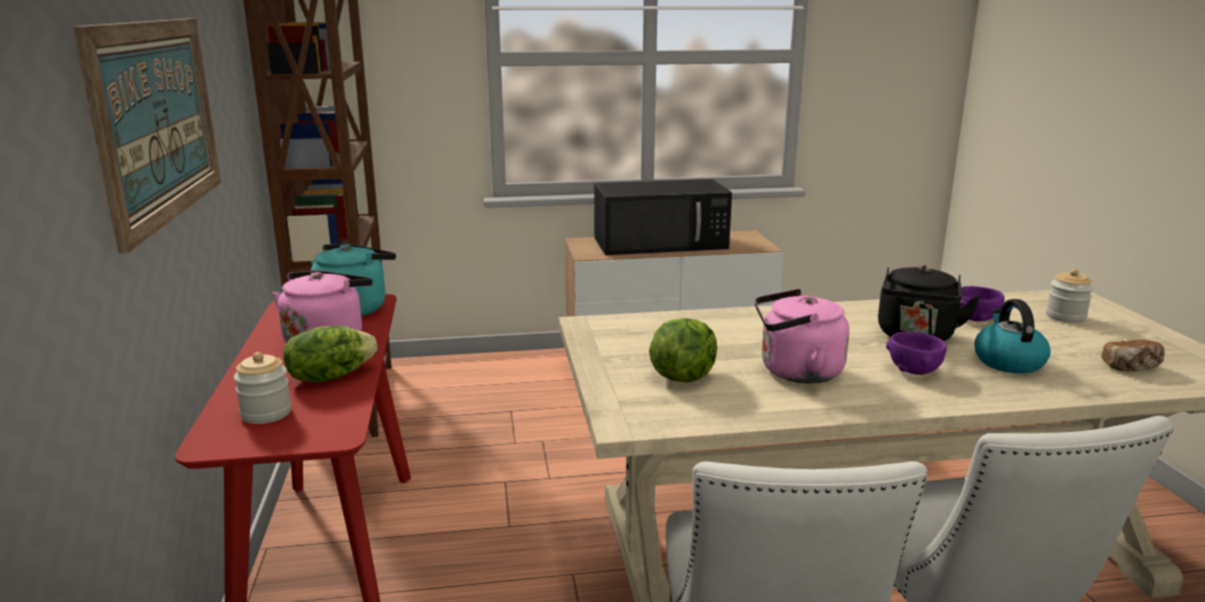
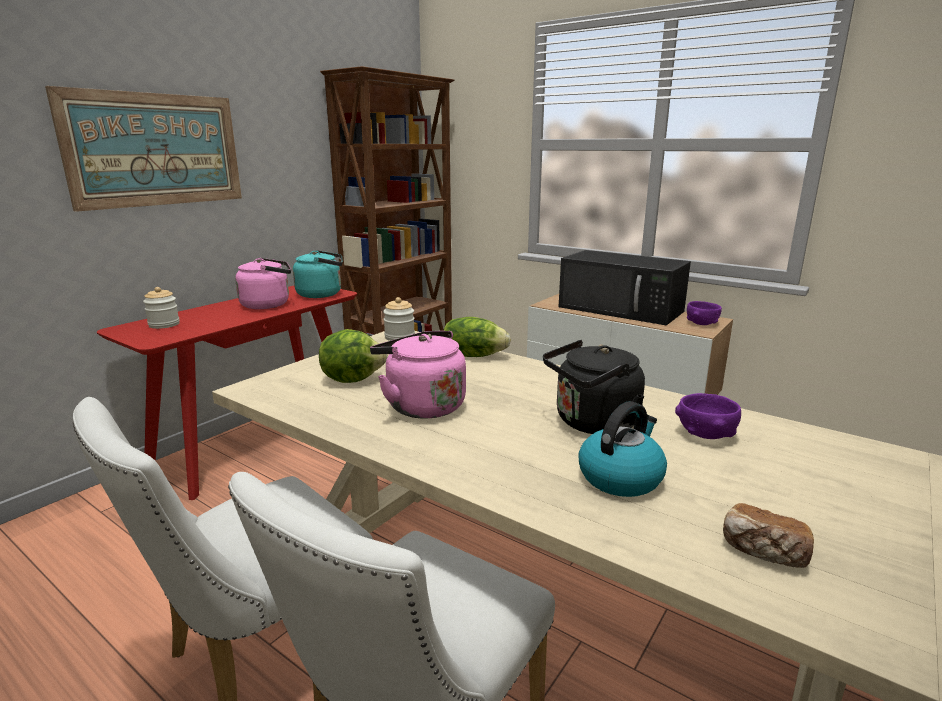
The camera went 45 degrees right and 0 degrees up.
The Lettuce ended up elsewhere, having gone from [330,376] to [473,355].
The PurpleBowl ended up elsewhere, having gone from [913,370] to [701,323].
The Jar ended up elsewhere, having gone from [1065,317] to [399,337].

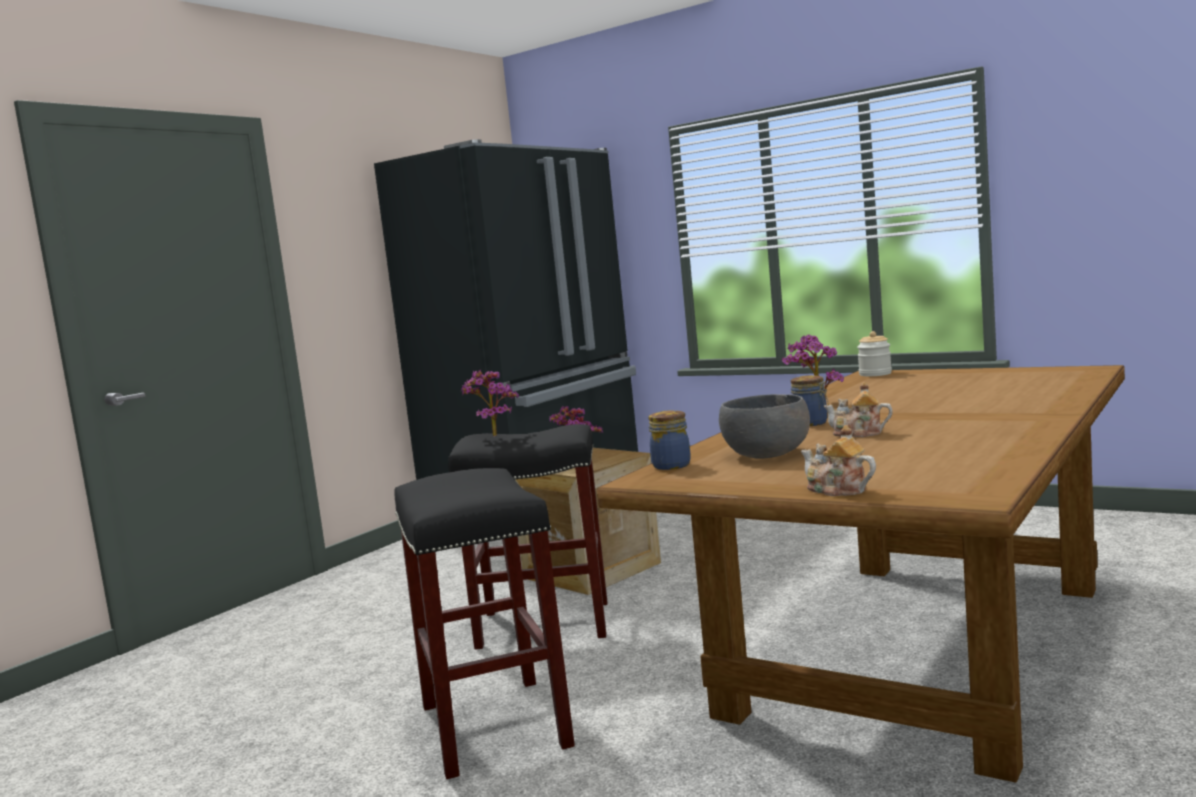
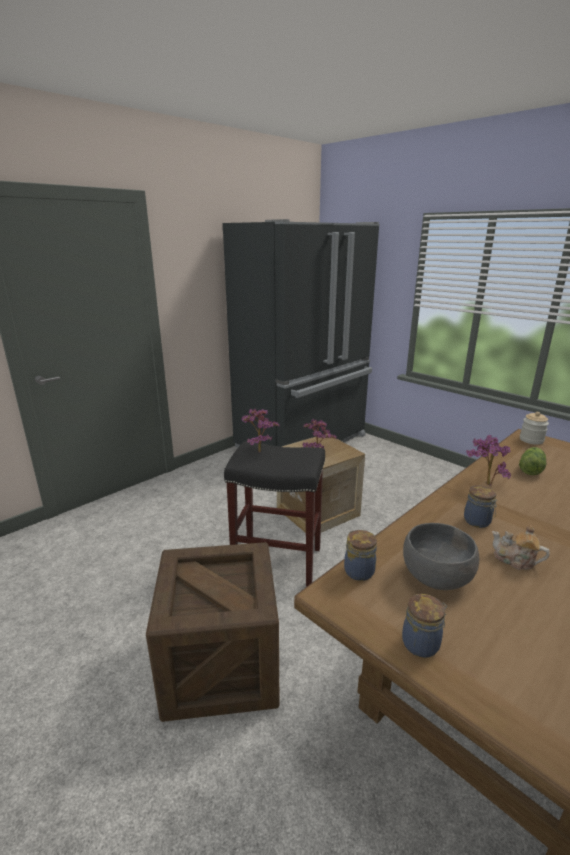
The camera went 10 degrees right and 15 degrees up.
The second view lost the Teapot at [837,490].
The second view gained the Jar at [422,643].
The second view gained the Lettuce at [531,468].
Where the BlackStool stood at [492,725], the Crate came to stand at [221,665].

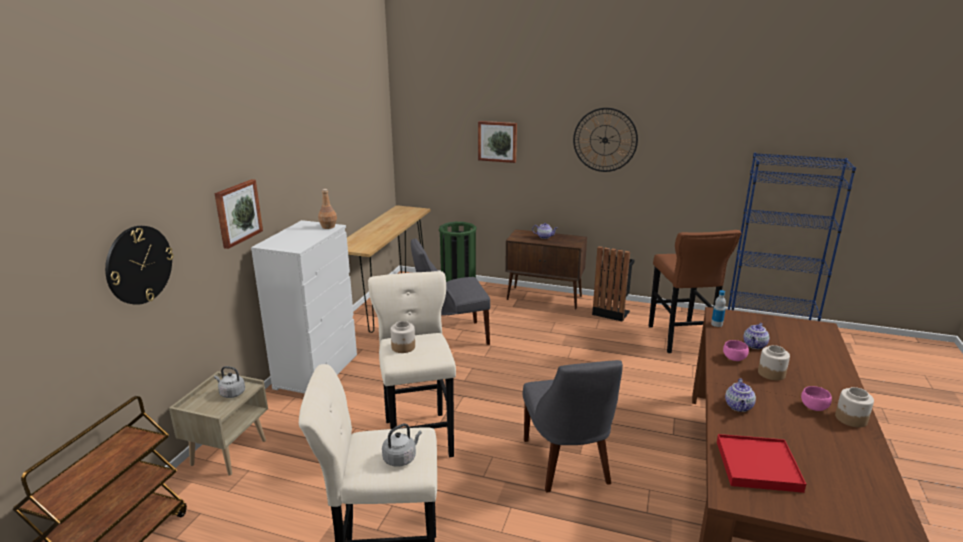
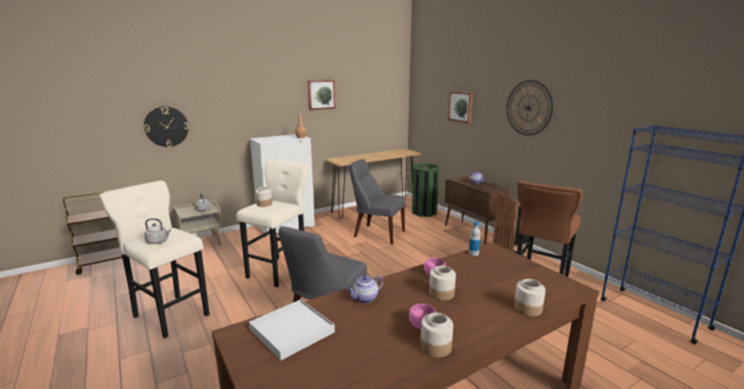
The camera went 40 degrees right and 5 degrees down.
The second view lost the Teapot at [754,345].
The second view gained the Jar at [528,308].
The Picture ended up elsewhere, having gone from [237,213] to [321,94].
What was the RedTray at [758,466] turned into the WhiteTray at [292,331].

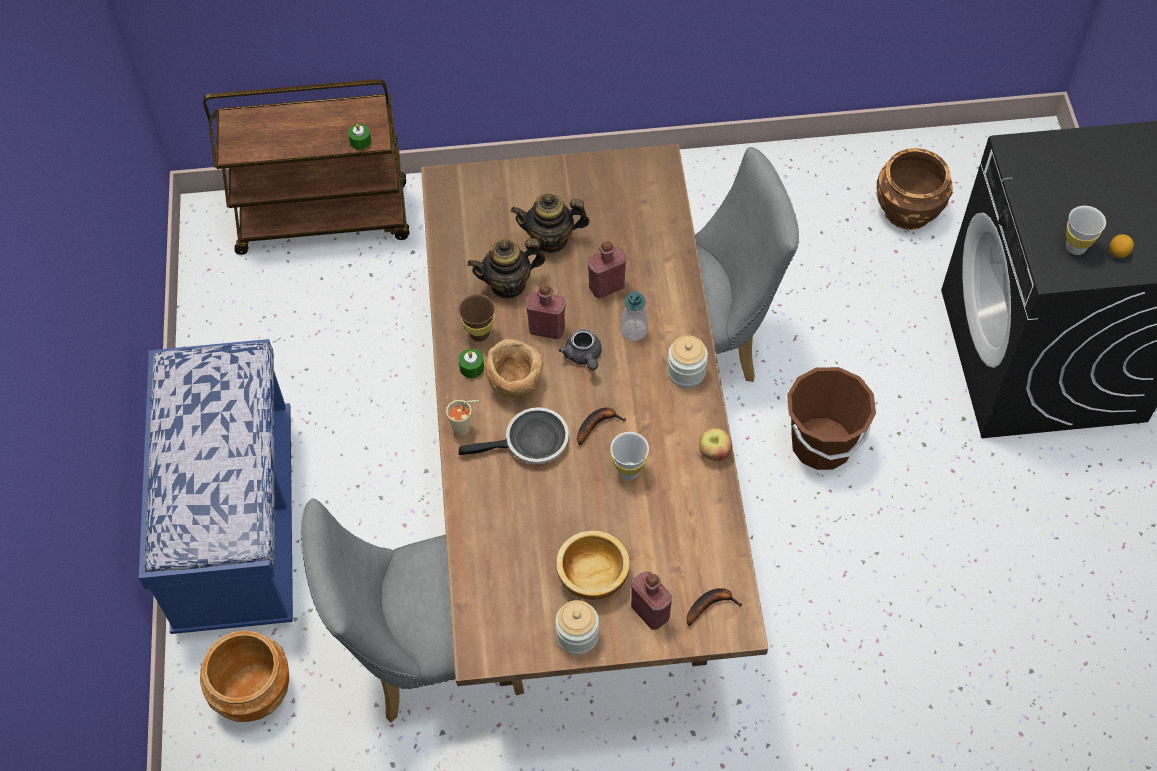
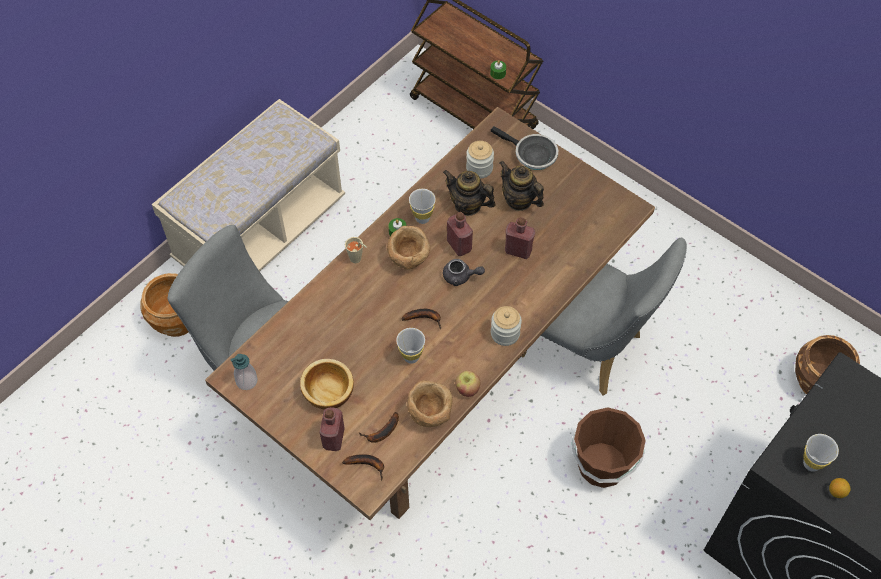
The camera went 45 degrees right and 0 degrees up.
The second view gained the Banana at [381,432].
The second view gained the BrownBowl at [430,414].
The FryingPan ended up elsewhere, having gone from [531,443] to [532,155].
The Jar ended up elsewhere, having gone from [577,636] to [479,168].
The SoapDispenser ended up elsewhere, having gone from [634,330] to [246,381].
What was the BlueBench at [236,523] turned into the BeigeBench at [260,231].
What was the BrownCup at [479,333] turned into the WhiteCup at [422,218].
The GreyTeapot at [583,356] ended up facing another way, 105 degrees counterclockwise from before.

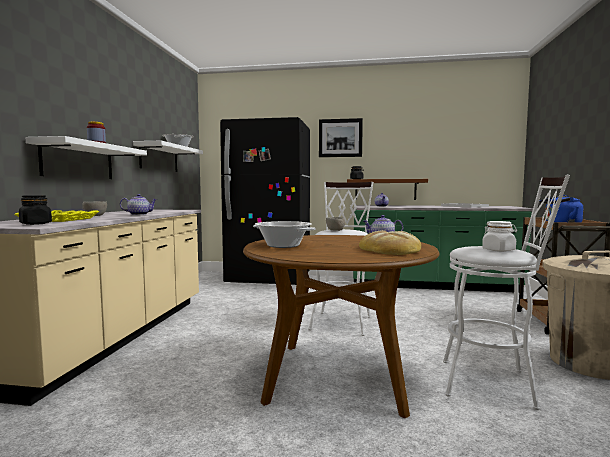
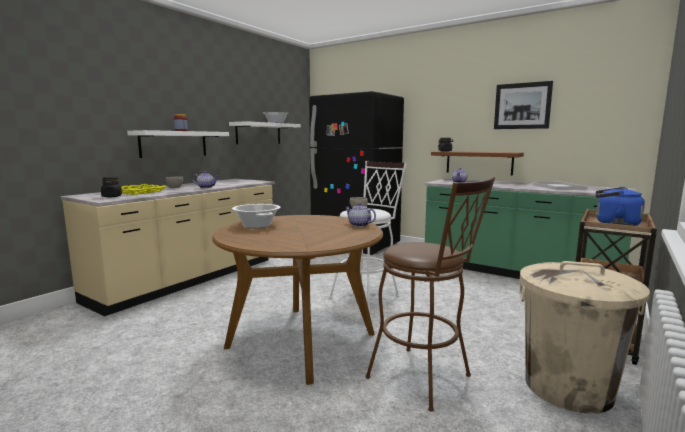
The camera went 25 degrees right and 5 degrees up.
The second view lost the Bread at [390,249].
The second view lost the WhiteJar at [498,250].
The Picture ended up elsewhere, having gone from [340,138] to [522,106].
What was the WhiteStool at [495,384] turned into the BrownStool at [425,380].

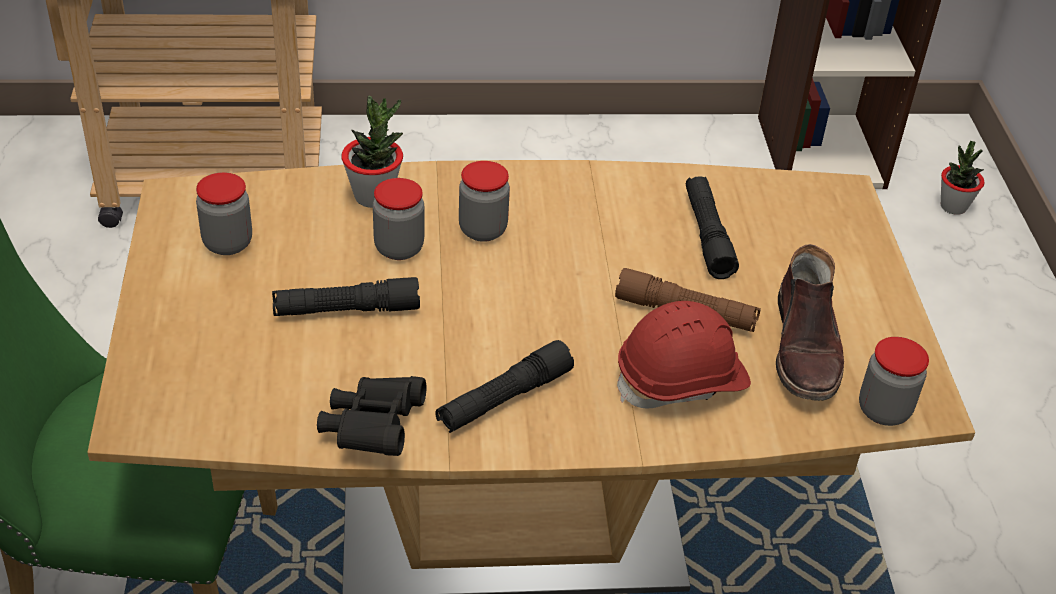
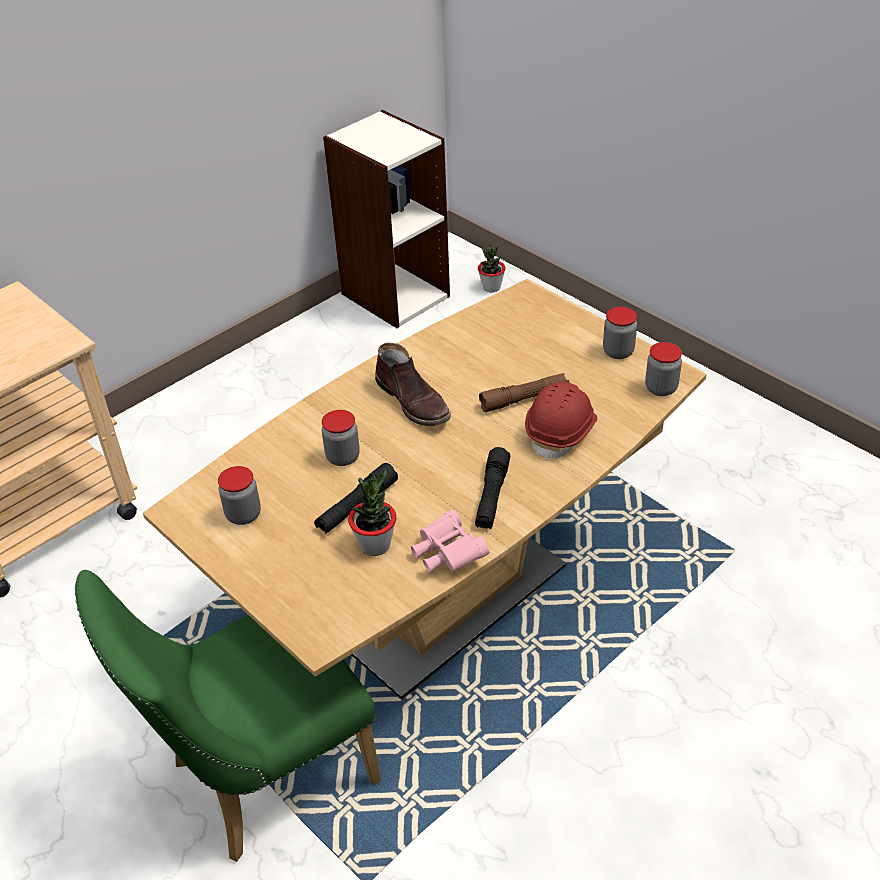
The camera went 35 degrees left and 0 degrees up.
The second view lost the BlackFlashlight at [707,235].
The PottedPlant ended up elsewhere, having gone from [374,196] to [375,545].
The Jar ended up elsewhere, having gone from [482,230] to [618,352].
The BrownBoot ended up elsewhere, having gone from [806,349] to [414,401].
What was the BlackBinoculars at [373,429] turned into the PinkBinoculars at [447,554].

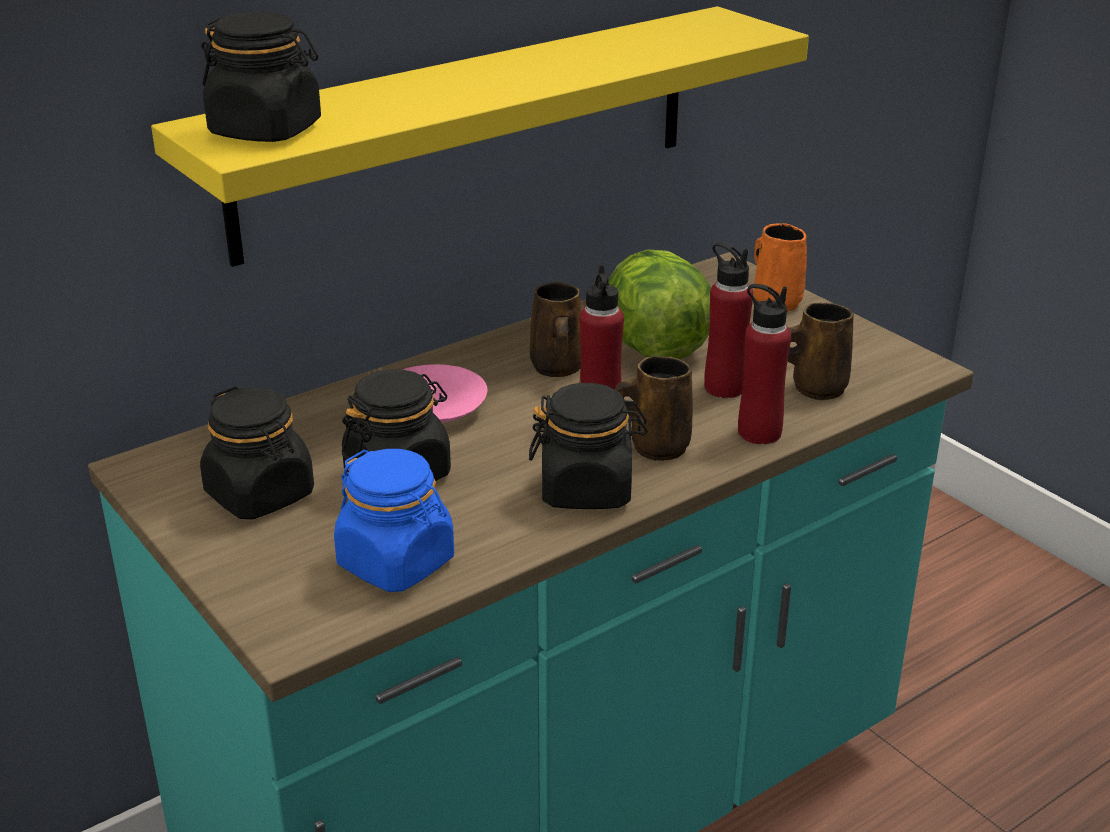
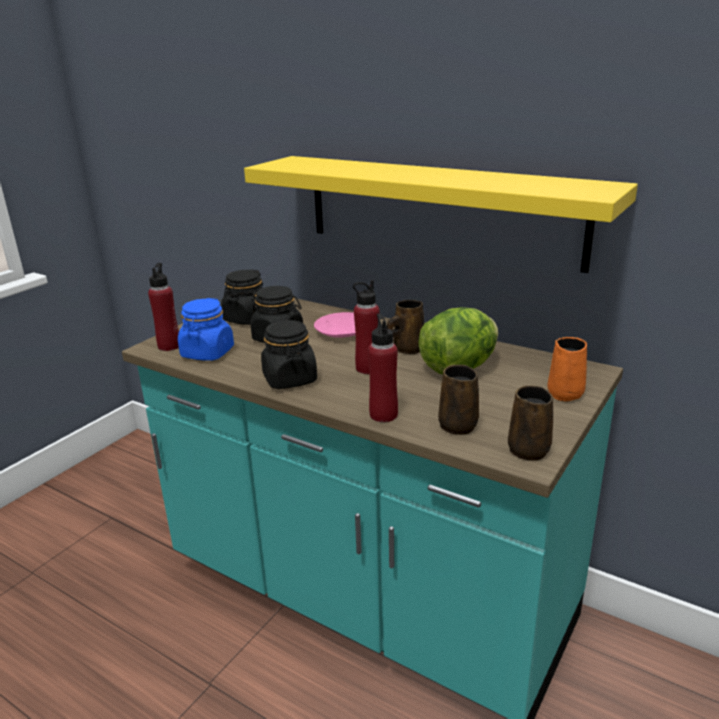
The camera went 70 degrees right and 5 degrees down.
The second view lost the BlackJar at [266,130].
The BrownMug ended up elsewhere, having gone from [656,446] to [527,449].
The RedBottle ended up elsewhere, having gone from [724,387] to [169,346].

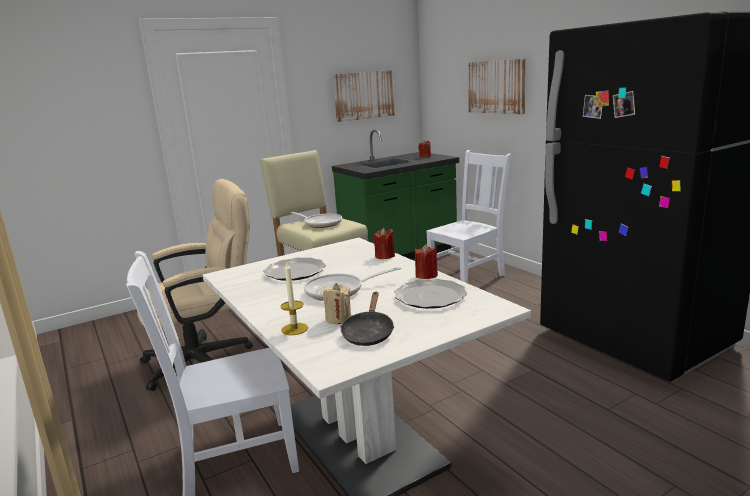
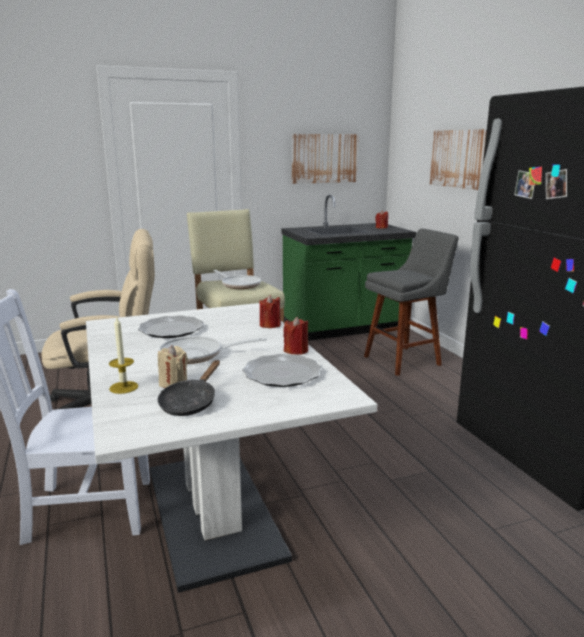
The camera went 10 degrees right and 0 degrees up.
Where the WhiteChair stood at [468,276], the GreyStool came to stand at [405,360].

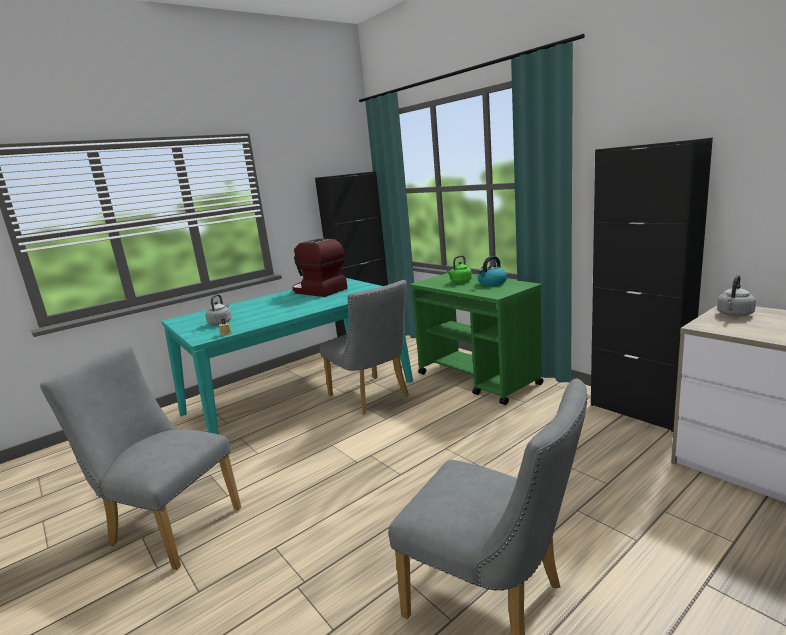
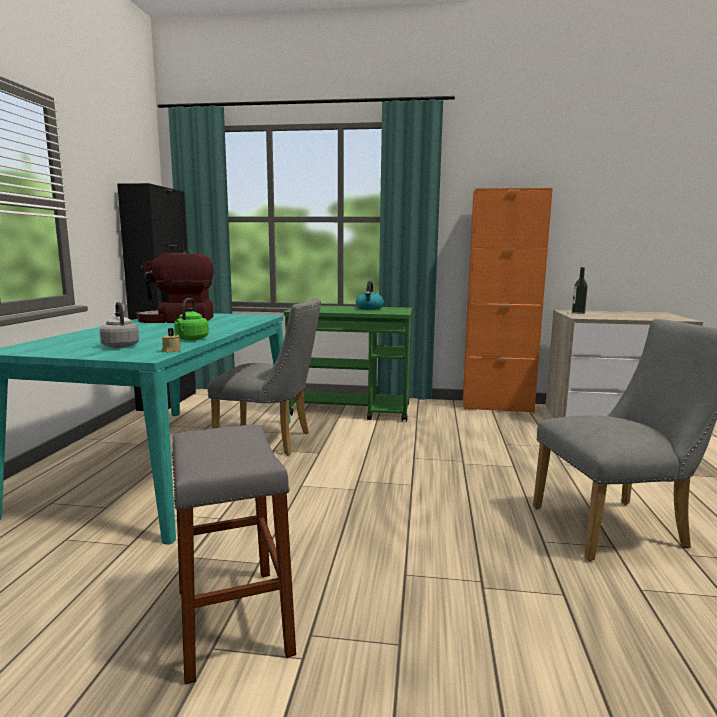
The camera went 45 degrees left and 5 degrees down.
The GreenKettle ended up elsewhere, having gone from [460,282] to [191,339].
Where the GreyChair stood at [169,526], the GreyStool came to stand at [232,620].
Where the GreyKettle stood at [734,315], the Bottle came to stand at [578,313].
What was the BlackCabinet at [638,411] turned into the OrangeCabinet at [497,407].

